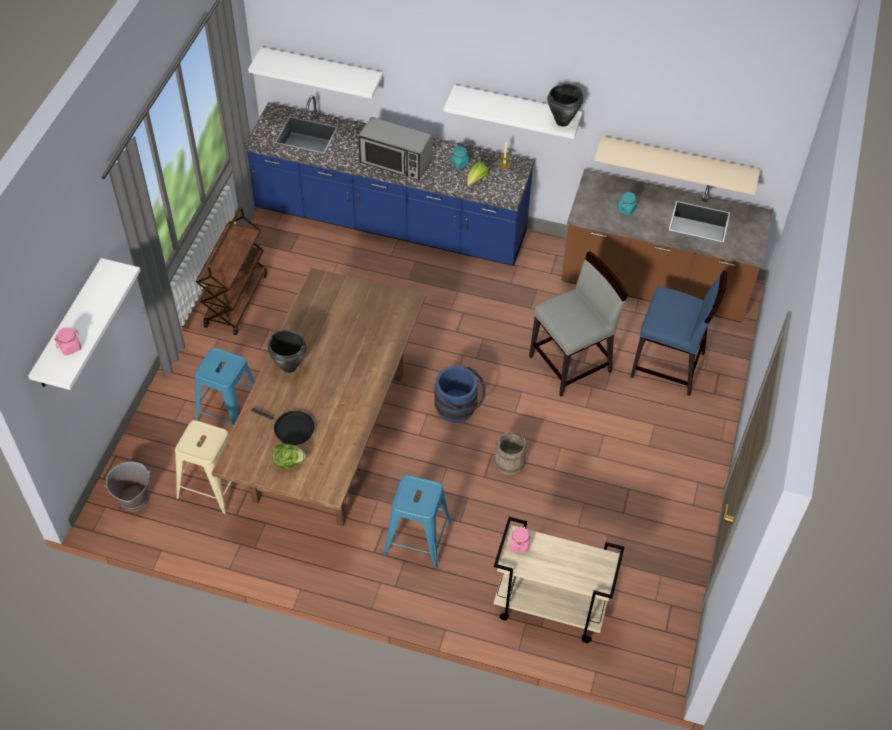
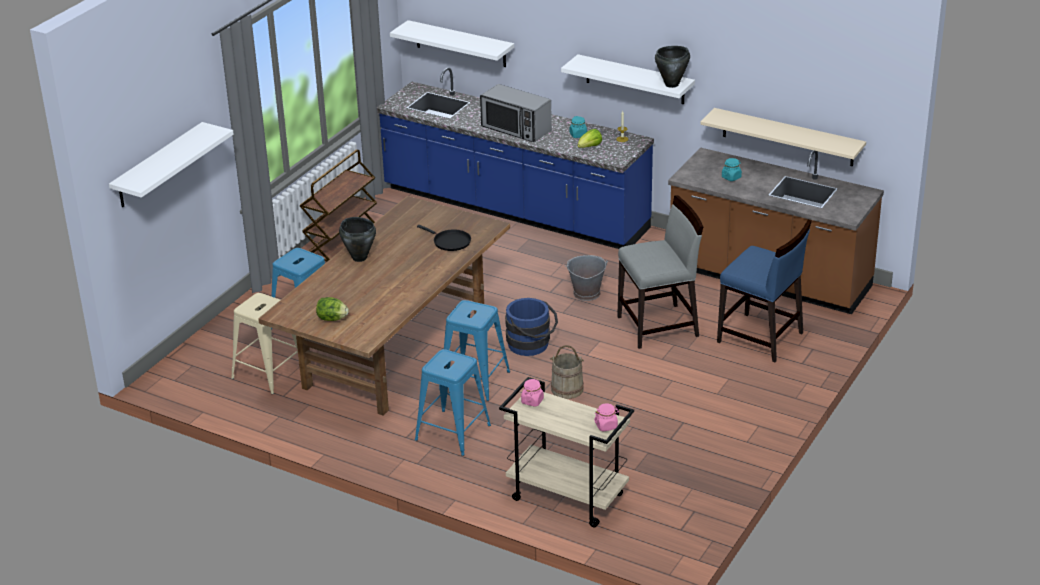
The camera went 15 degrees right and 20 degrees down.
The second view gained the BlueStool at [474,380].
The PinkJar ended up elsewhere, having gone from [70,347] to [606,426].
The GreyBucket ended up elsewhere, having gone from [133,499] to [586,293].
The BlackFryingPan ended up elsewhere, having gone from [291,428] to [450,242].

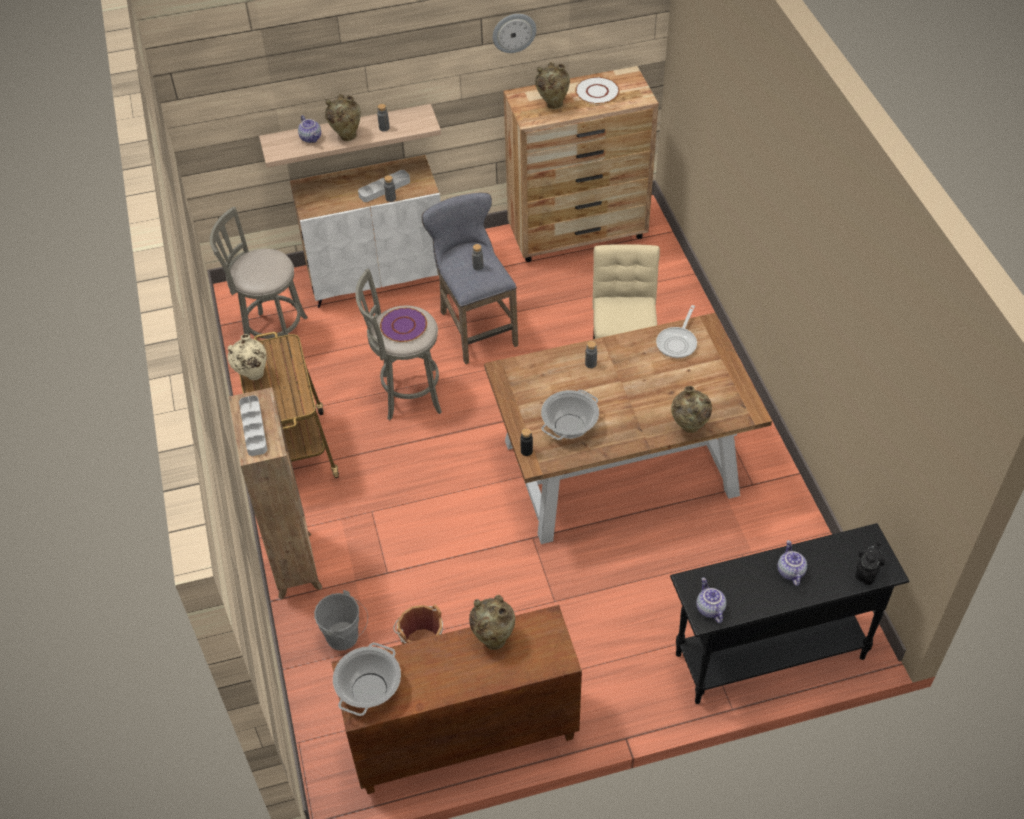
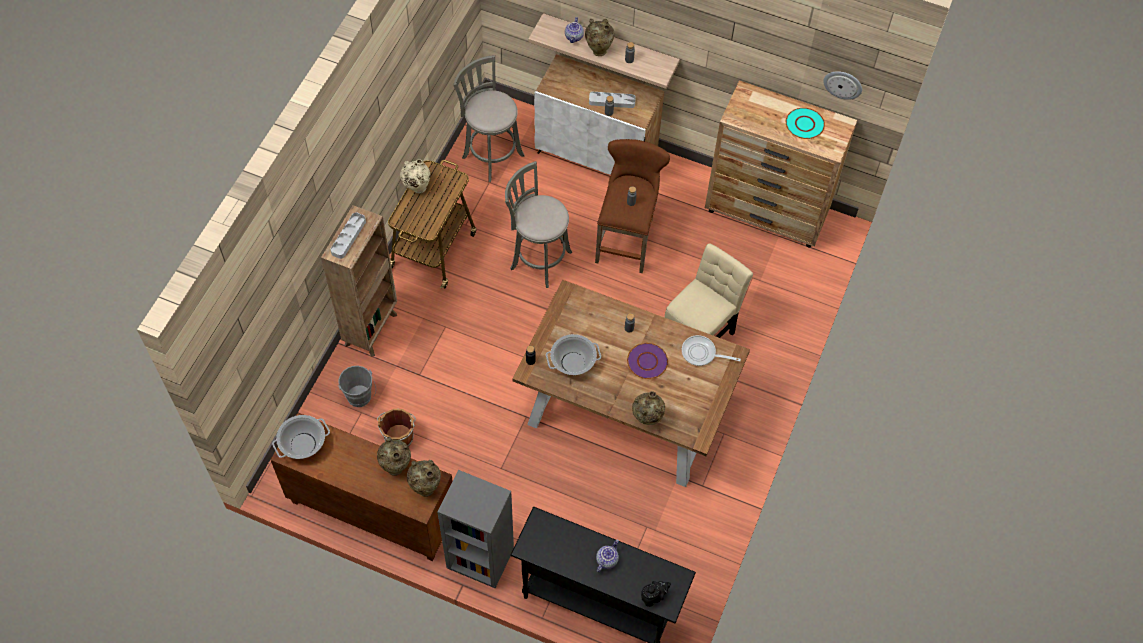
The camera went 35 degrees right and 10 degrees up.
The second view lost the Teapot at [709,608].
The second view gained the GreyBookcase at [479,558].
The PurplePlate ended up elsewhere, having gone from [403,326] to [647,361].
The WallClock ended up elsewhere, having gone from [514,32] to [843,84].
The BeigeVase ended up elsewhere, having gone from [552,104] to [425,487].
What was the GreyStool at [474,326] turned into the BrownStool at [627,238].
What was the WhitePlate at [597,92] turned into the TurquoisePlate at [804,124].
The FryingPan at [678,342] ended up facing another way, 45 degrees clockwise from before.

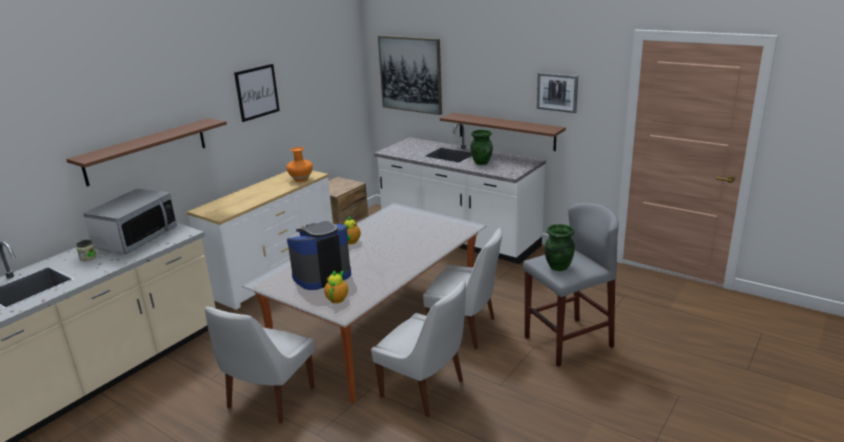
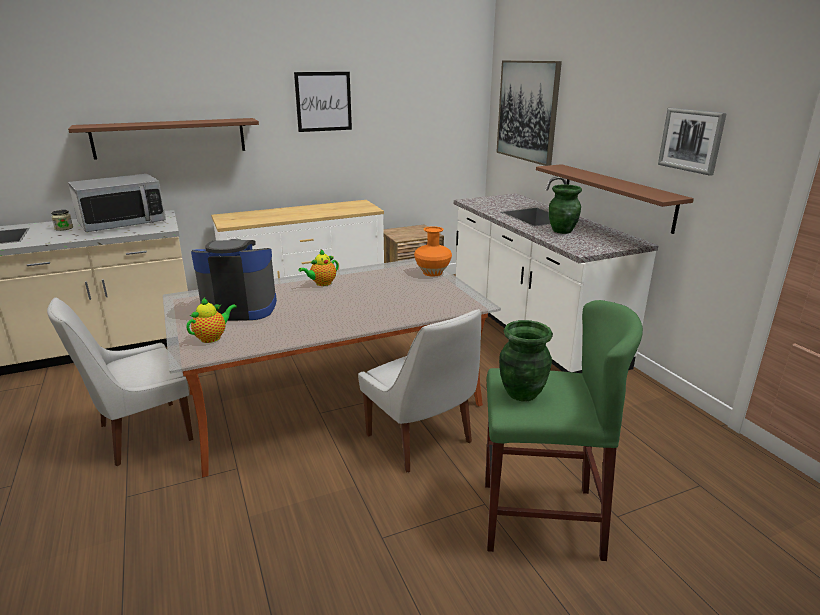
The camera went 30 degrees right and 0 degrees up.
The second view lost the WhiteChair at [425,390].
The OrangeVase ended up elsewhere, having gone from [301,179] to [432,272].
What was the GreyStool at [568,342] turned into the GreenStool at [540,519].

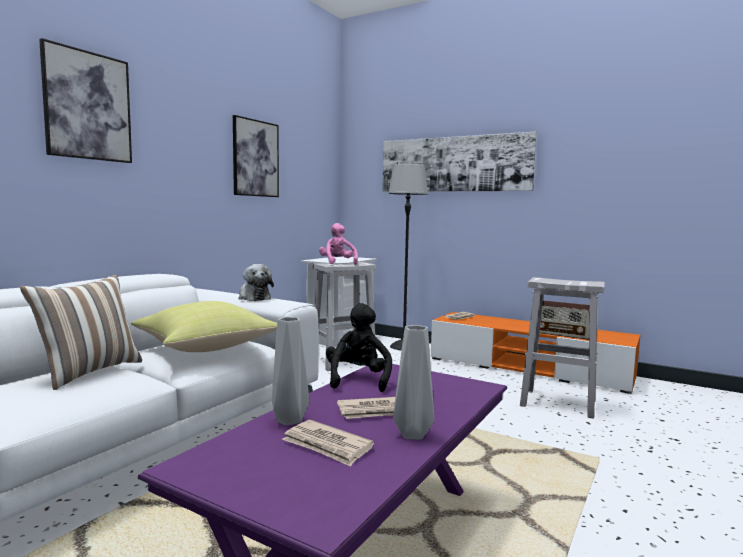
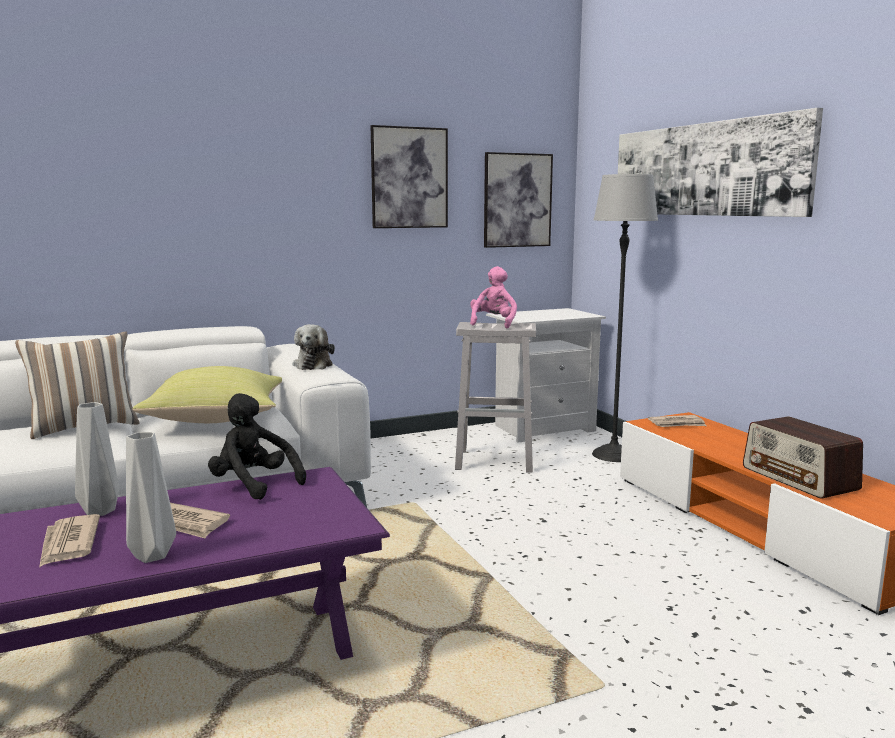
The camera went 35 degrees right and 5 degrees up.
The second view lost the WhiteStool at [556,402].
The Picture ended up elsewhere, having gone from [88,106] to [517,200].
The BlackPlushToy at [358,380] ended up facing another way, 90 degrees counterclockwise from before.

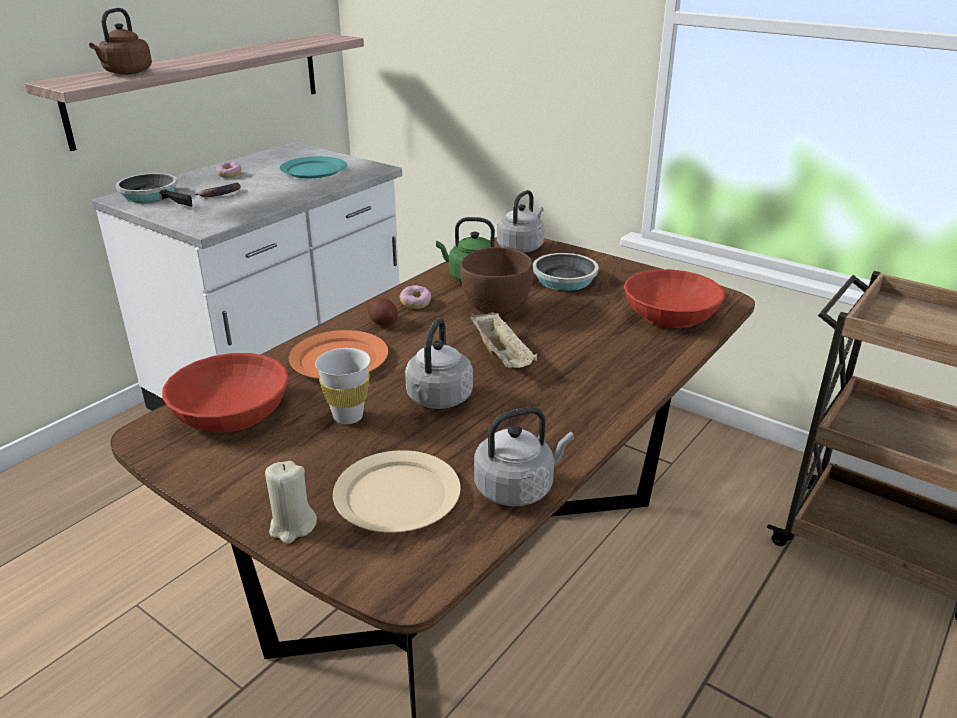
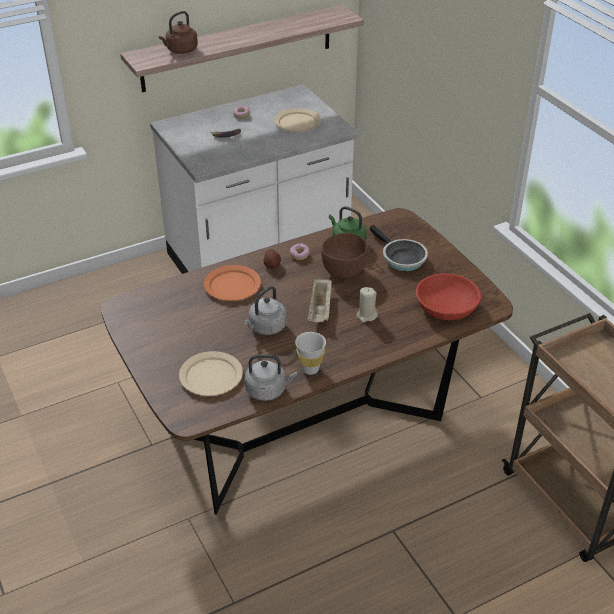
The camera went 25 degrees right and 10 degrees up.
The second view lost the FryingPan at [153,195].
The second view lost the RedBowl at [231,411].
The second view lost the GreyKettle at [521,247].
The BeigeCandle ended up elsewhere, having gone from [292,526] to [366,316].
The WhiteCup ended up elsewhere, having gone from [348,416] to [310,369].
What was the TurquoisePlate at [313,170] turned into the BeigePlate at [297,122].

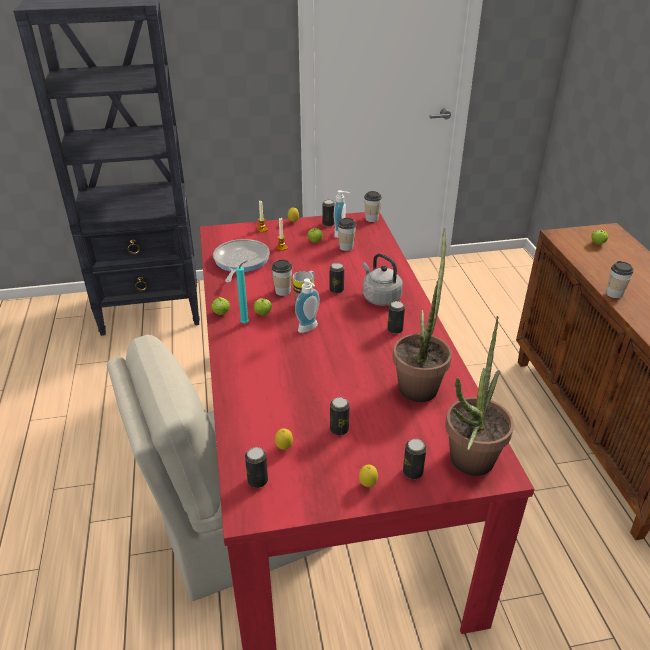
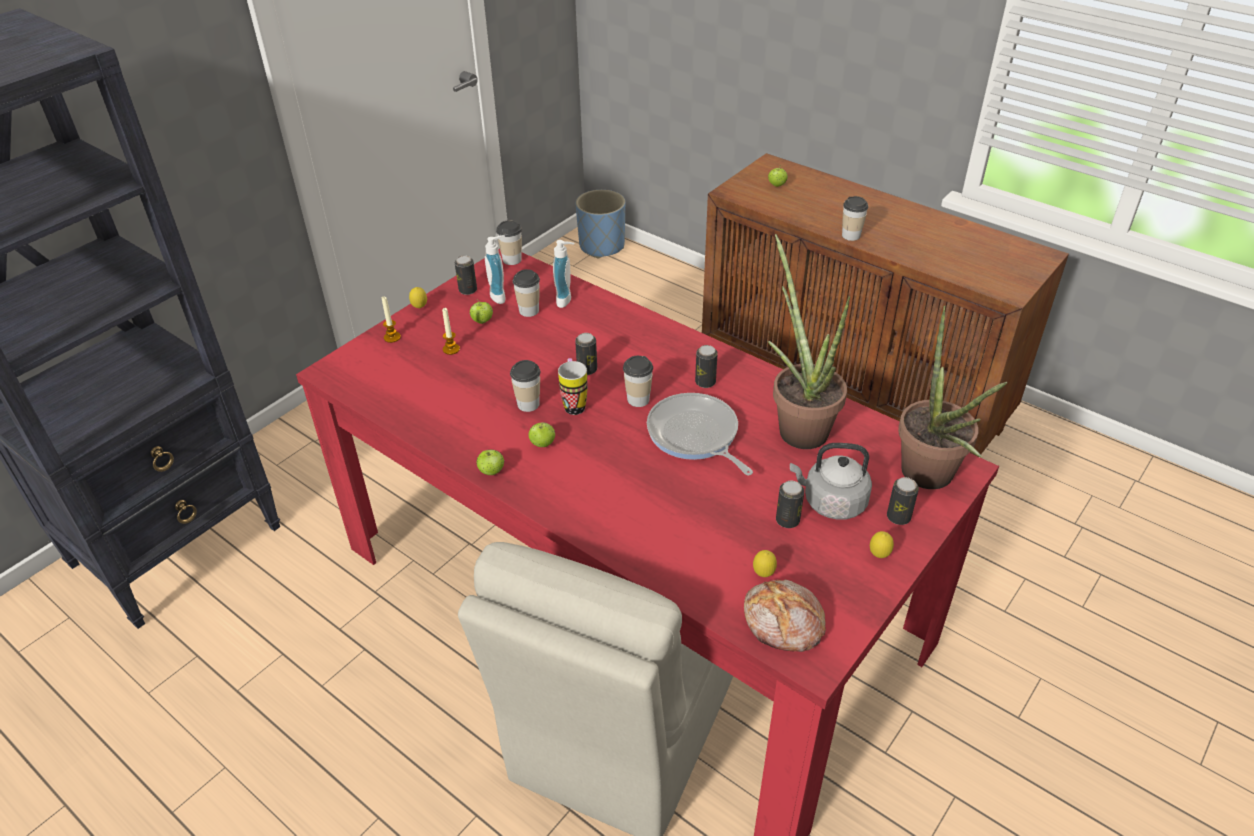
The camera went 40 degrees left and 5 degrees up.
The second view lost the TurquoiseCandle at [246,323].
The second view gained the BluePlanter at [602,246].
The second view gained the Cup at [638,399].
The FryingPan ended up elsewhere, having gone from [240,261] to [695,435].
The SoapDispenser ended up elsewhere, having gone from [309,329] to [567,300].
The GreyKettle ended up elsewhere, having gone from [380,297] to [831,502].
Where the Can stood at [257,480], the Bread came to stand at [783,624].

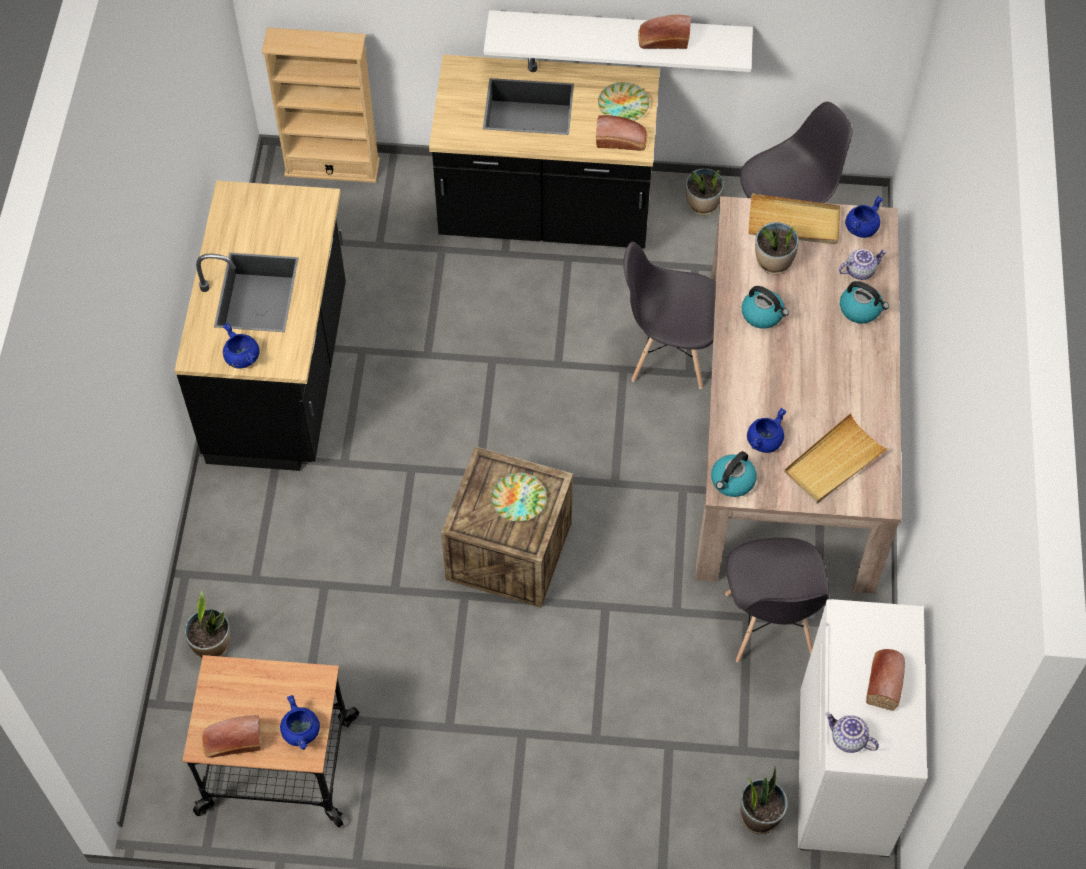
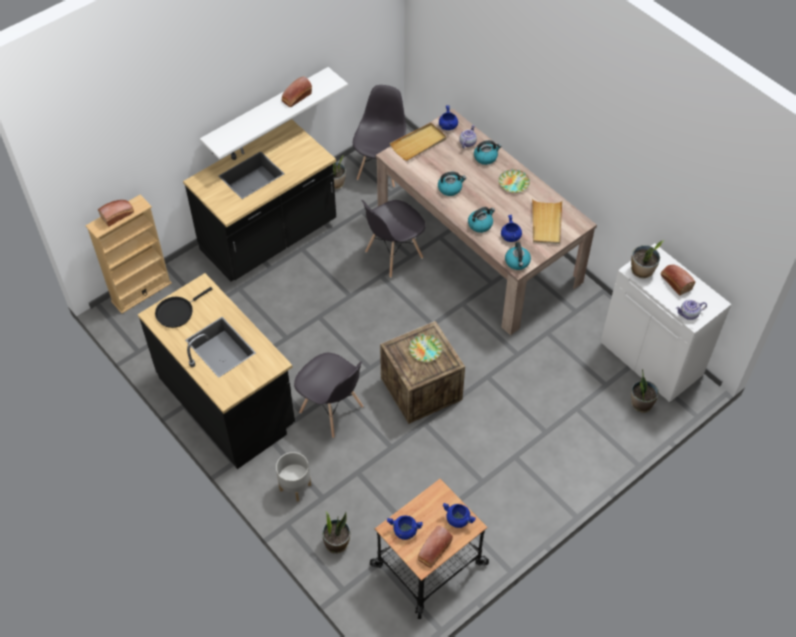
The camera went 45 degrees left and 5 degrees down.
The second view gained the BlackFryingPan at [177,312].
The second view gained the GreyPlanter at [295,487].
The second view gained the Kettle at [480,224].
The BlueCookingPot ended up elsewhere, having gone from [241,357] to [404,531].
The Bread ended up elsewhere, having gone from [622,141] to [118,215].
The Plate ended up elsewhere, having gone from [623,106] to [514,183].
The GreyChair ended up elsewhere, having gone from [768,625] to [332,410].
The PottedPlant ended up elsewhere, having gone from [773,262] to [642,271].

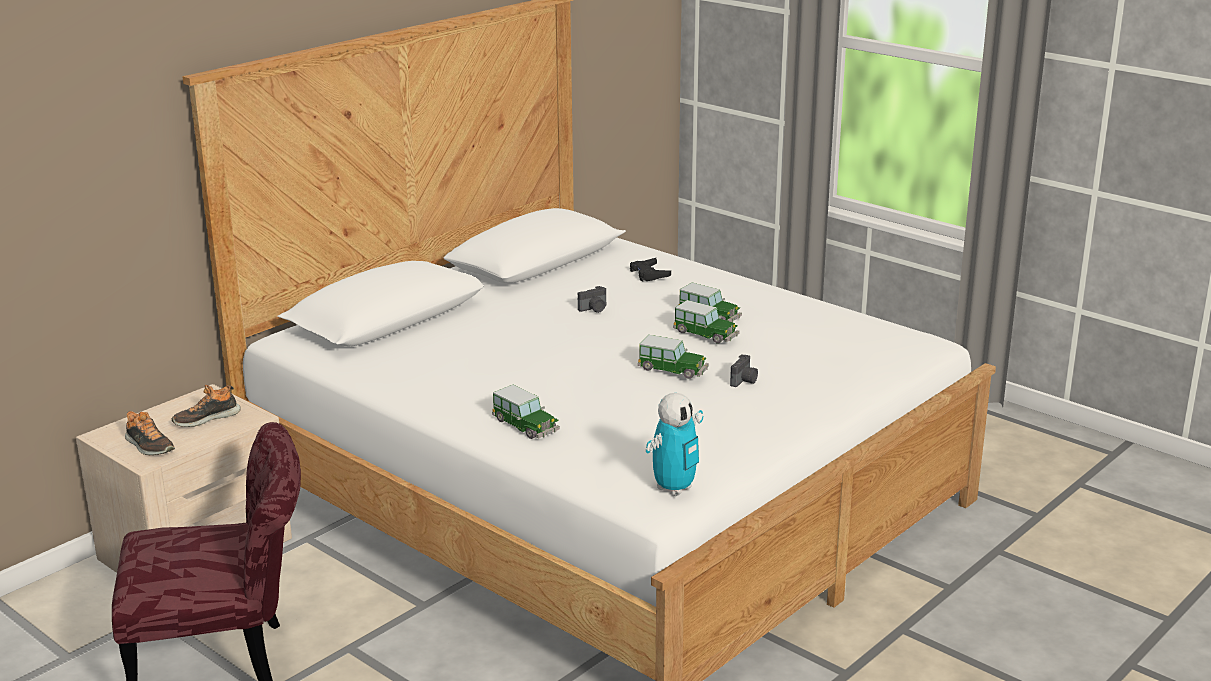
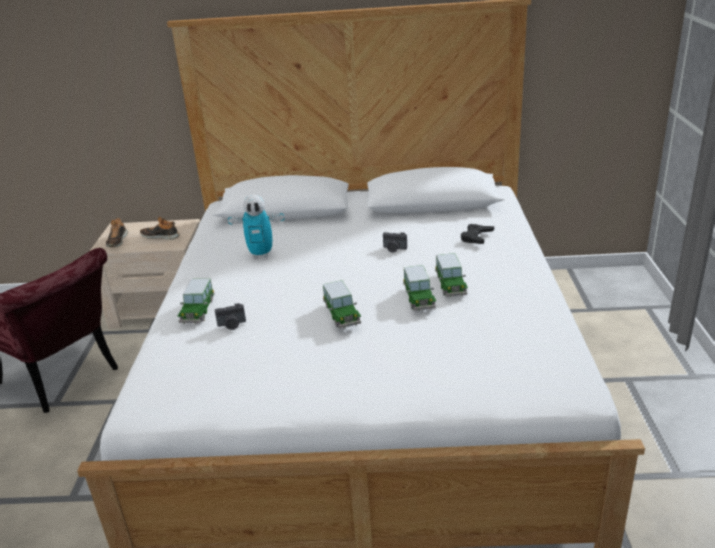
The camera went 50 degrees right and 5 degrees up.
The ToyRobot ended up elsewhere, having gone from [674,488] to [261,254].
The PhotoCamera ended up elsewhere, having gone from [744,381] to [232,325].

